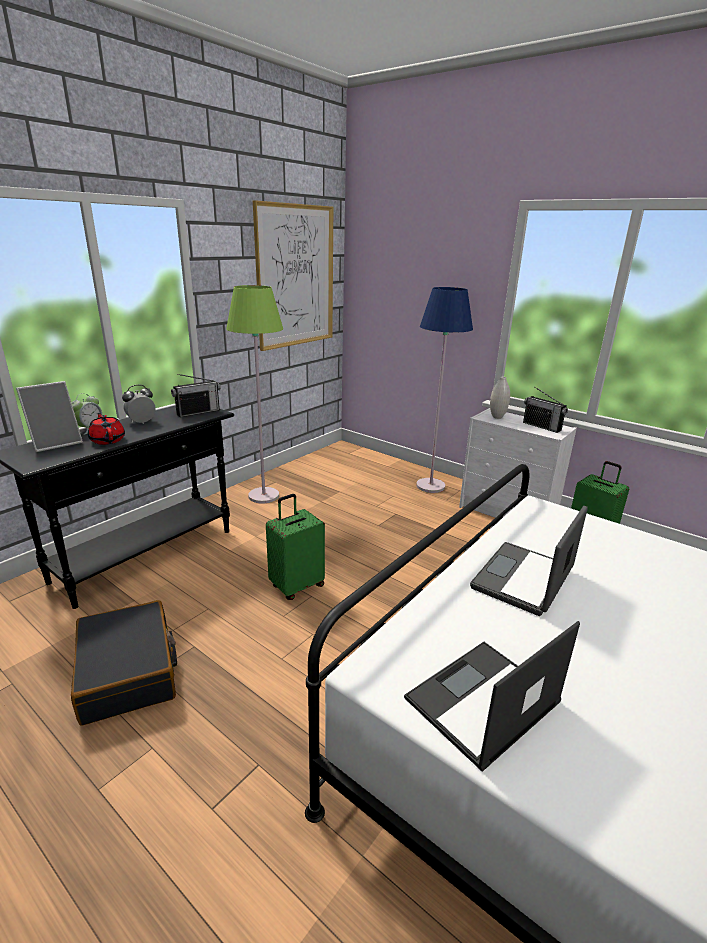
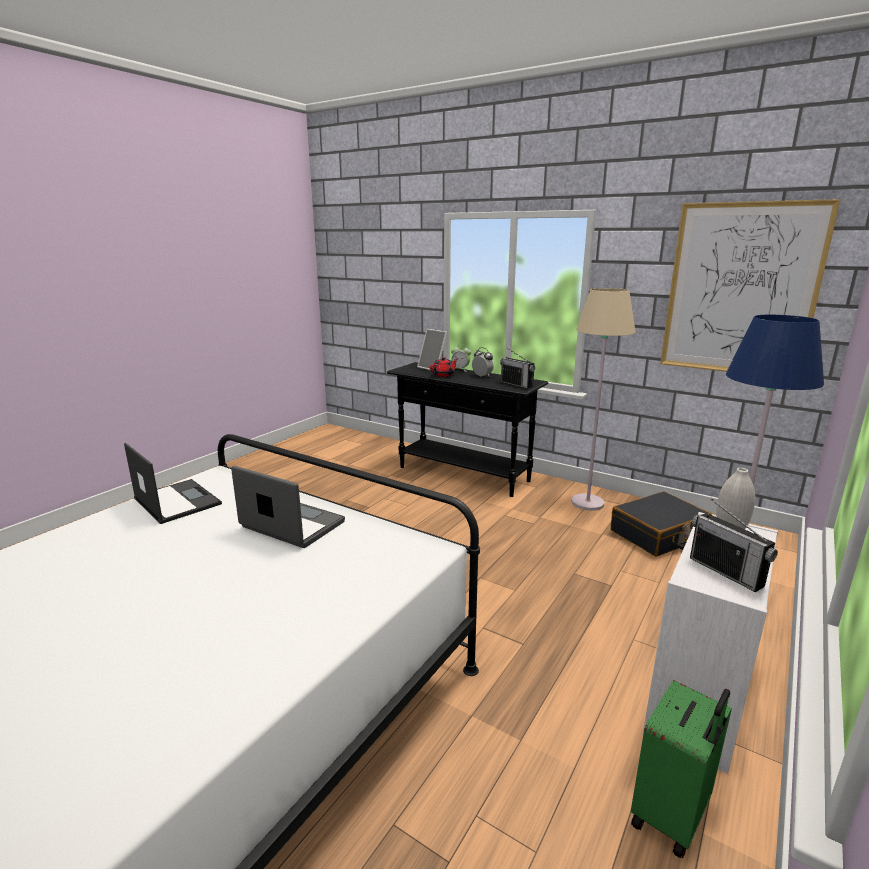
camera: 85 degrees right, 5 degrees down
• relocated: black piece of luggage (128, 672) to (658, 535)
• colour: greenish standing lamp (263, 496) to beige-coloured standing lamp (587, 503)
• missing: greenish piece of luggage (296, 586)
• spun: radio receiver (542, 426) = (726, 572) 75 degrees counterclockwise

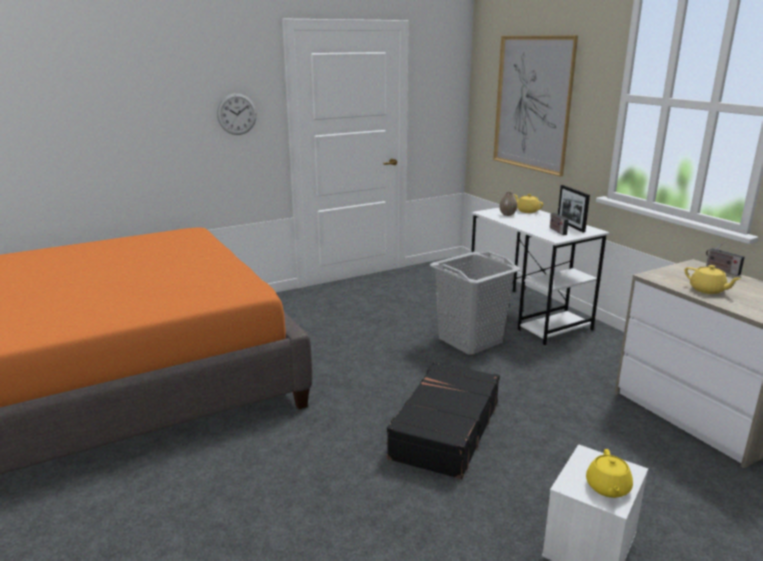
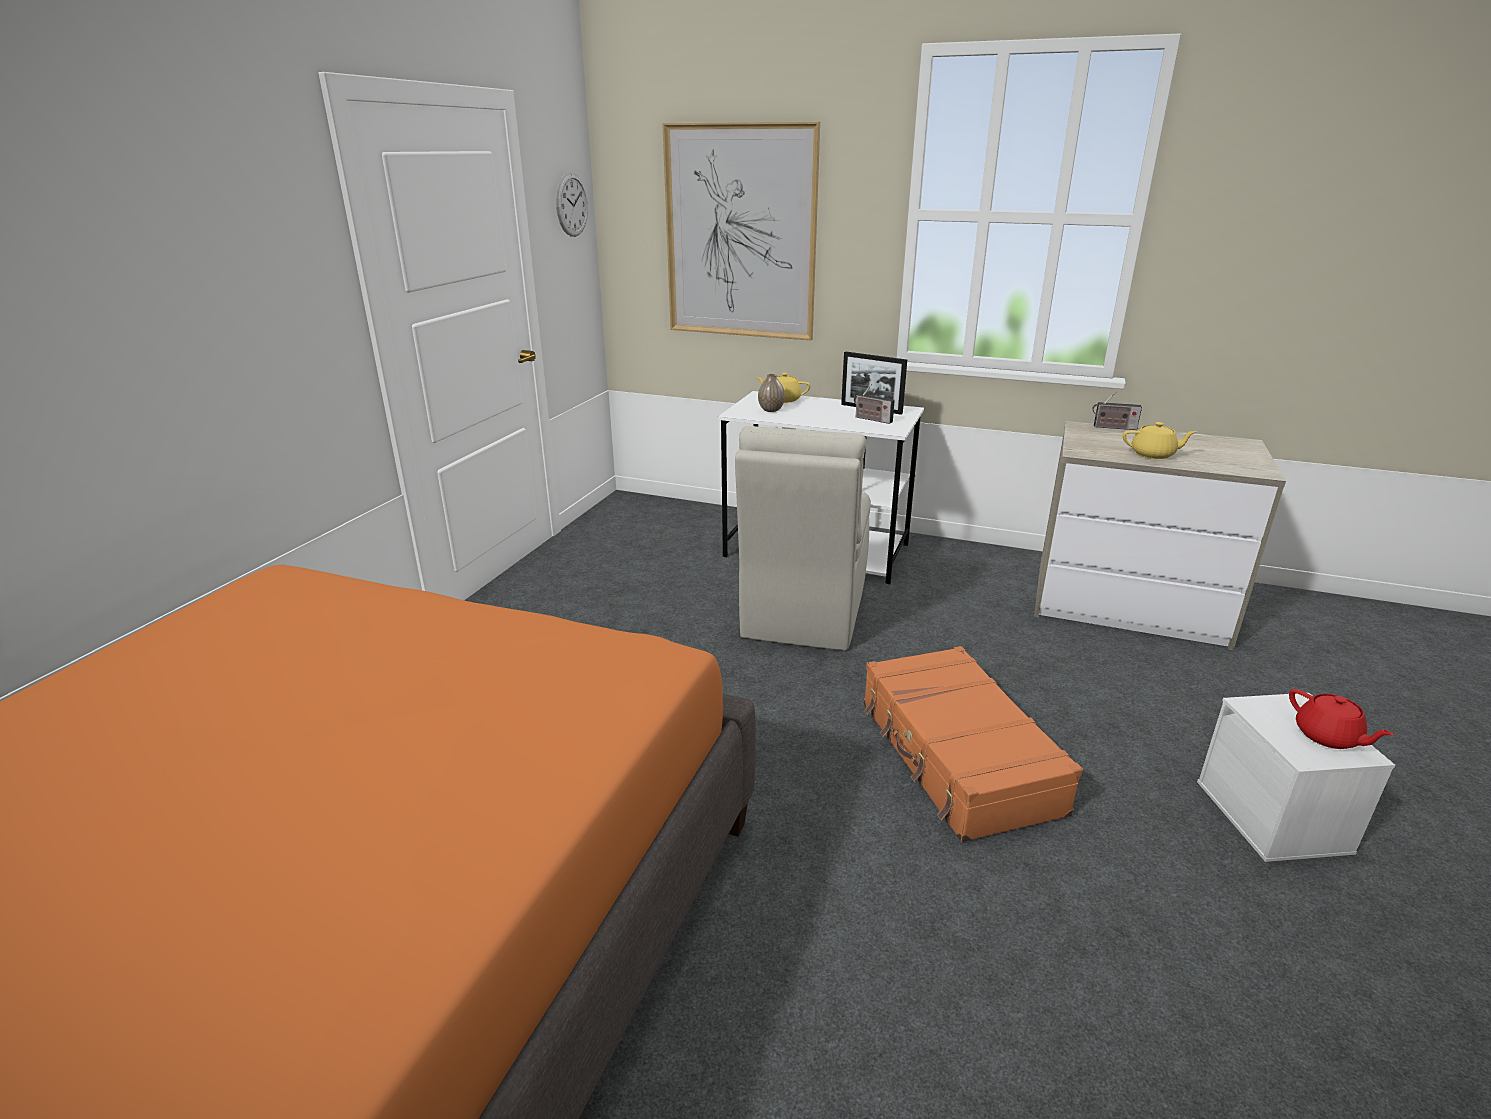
camera: 40 degrees left, 5 degrees up
• relocated: clock on the wall (237, 114) to (571, 205)
• colour: black piece of luggage (444, 430) to orange piece of luggage (956, 757)
• exchanged: greyish laundry basket (469, 340) to beige-coloured chair (803, 613)
• colour: yellow-coloured teapot (607, 488) to reddish teapot (1328, 737)

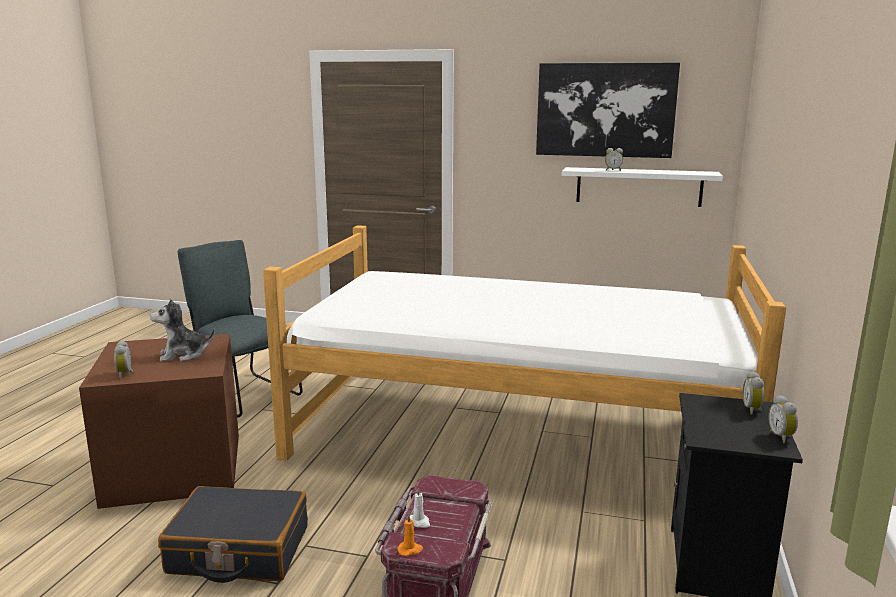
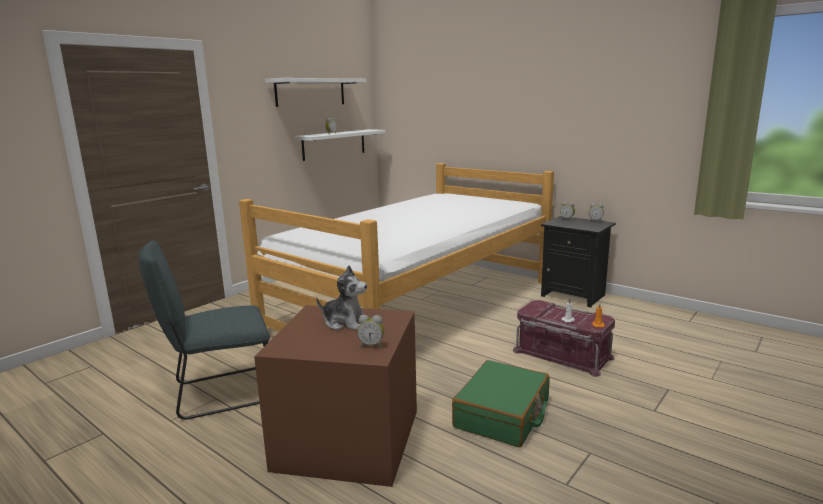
camera: 65 degrees left, 0 degrees up
• spun: cuddly toy (183, 355) = (345, 323) 75 degrees counterclockwise
• colour: black piece of luggage (238, 550) to greenish piece of luggage (502, 415)
• exchanged: picture (605, 110) to whitish shelf (310, 92)

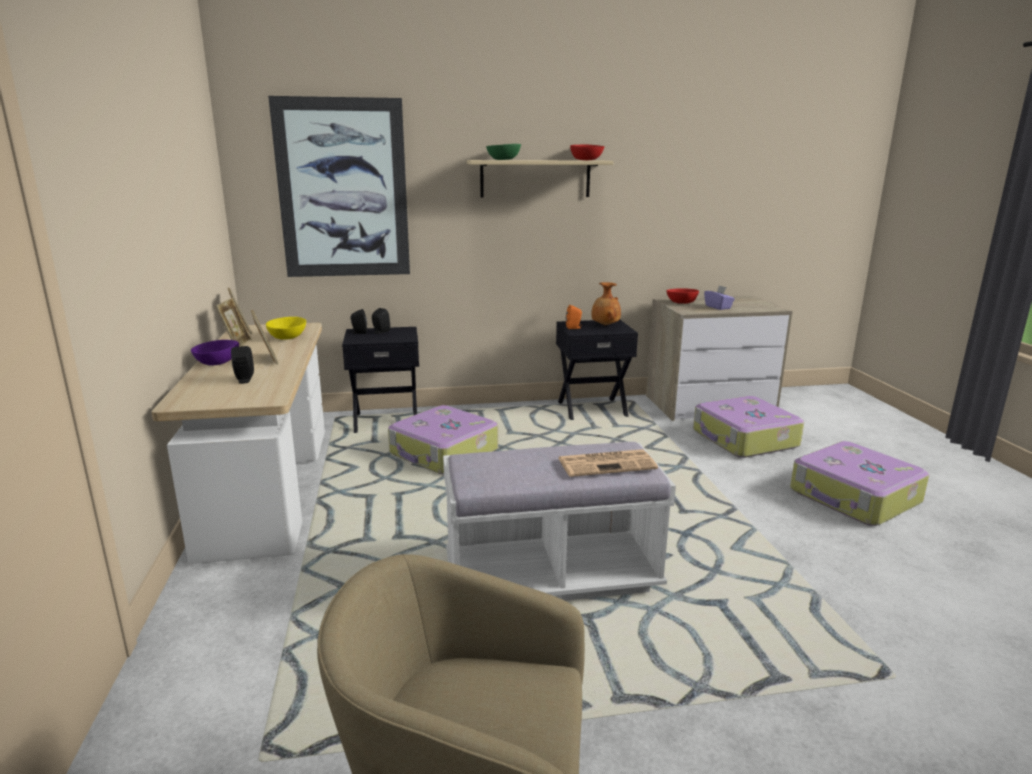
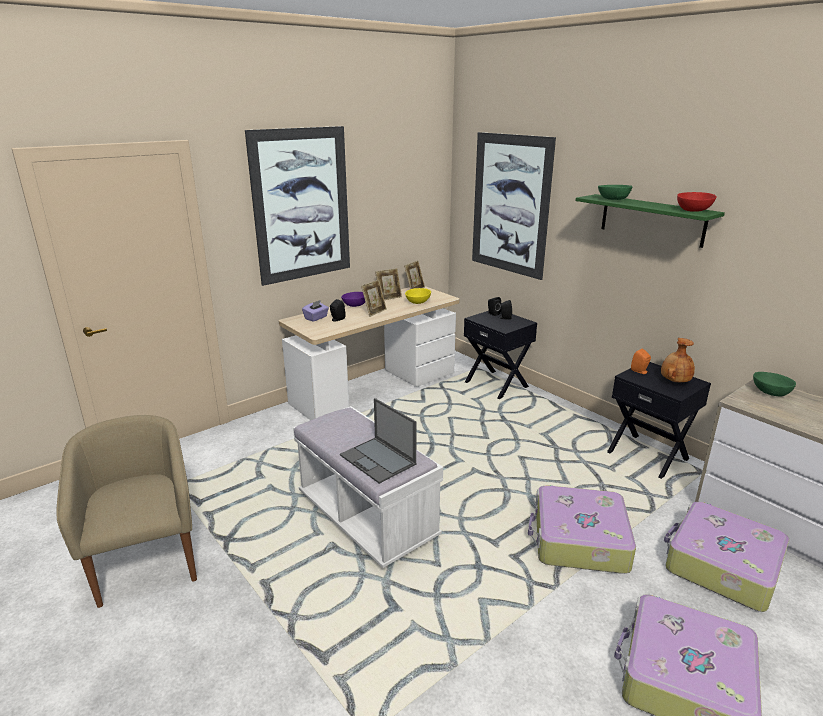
camera: 60 degrees right, 5 degrees up
• relocated: piece of luggage (443, 453) to (578, 540)
• colour: beige-coloured shelf (535, 178) to greenish shelf (652, 220)
• exchanged: newspaper (607, 463) to portable computer (378, 460)
• colour: reddish serving bowl (682, 303) to greenish serving bowl (771, 393)
• relocated: purplish box of tissues (718, 307) to (316, 318)
• appeared: picture (302, 205)

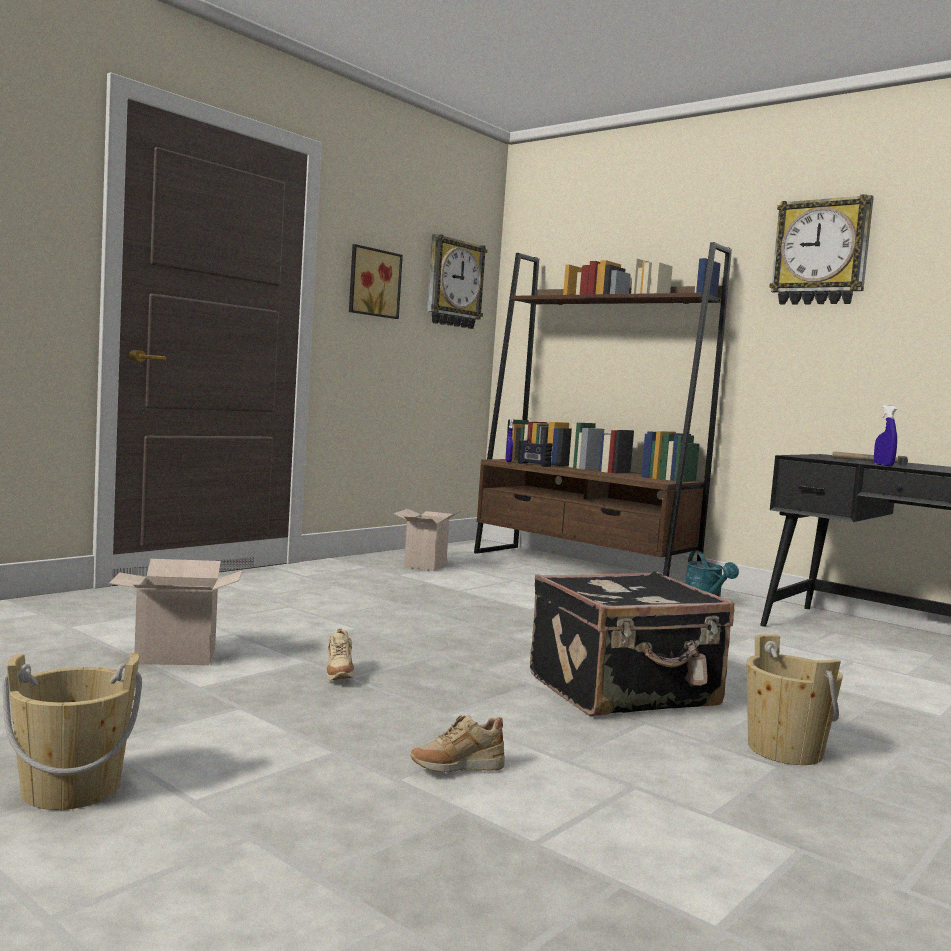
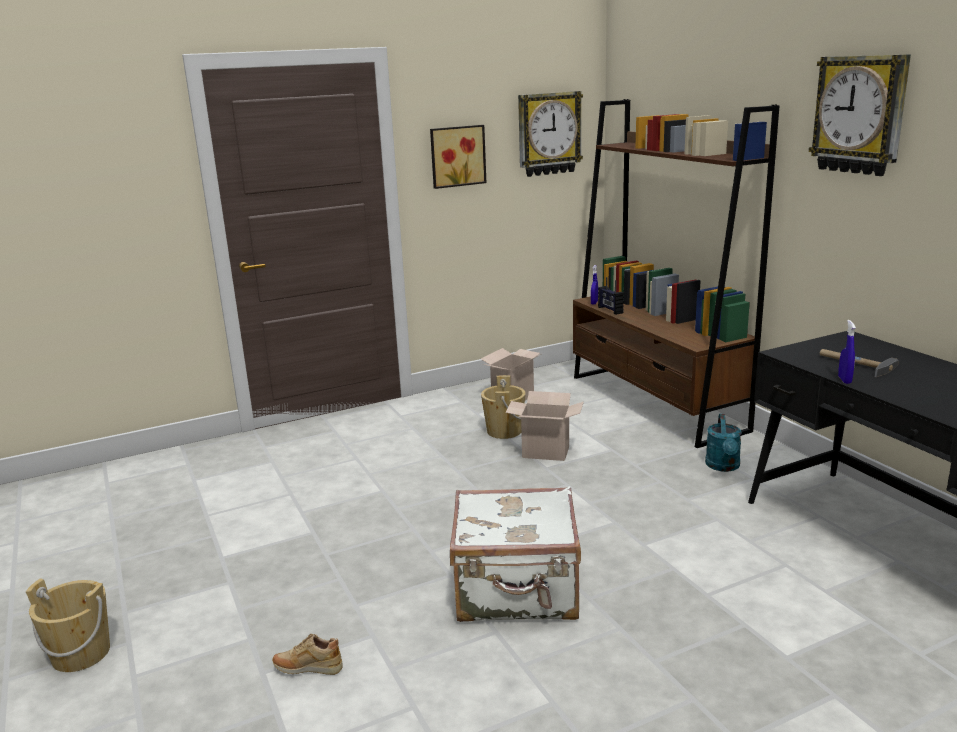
camera: 25 degrees right, 15 degrees up
• relocated: cardboard box (173, 657) to (544, 453)
• missing: beige-coloured shoe (339, 676)
• colour: black piece of luggage (625, 692) to whitish piece of luggage (517, 591)
• relocated: beige-coloured pail (785, 750) to (504, 431)

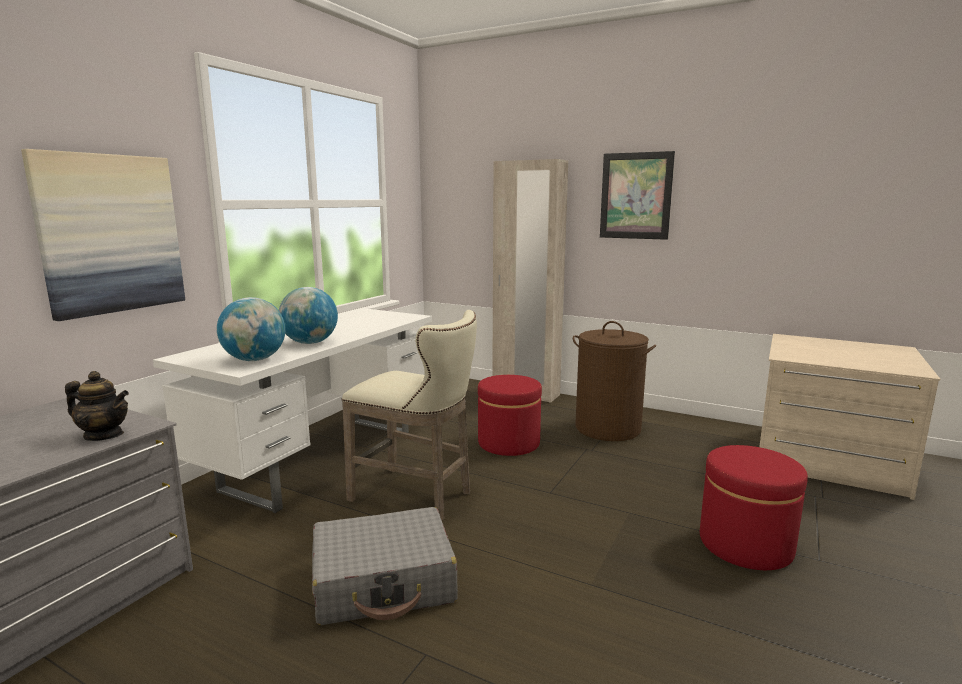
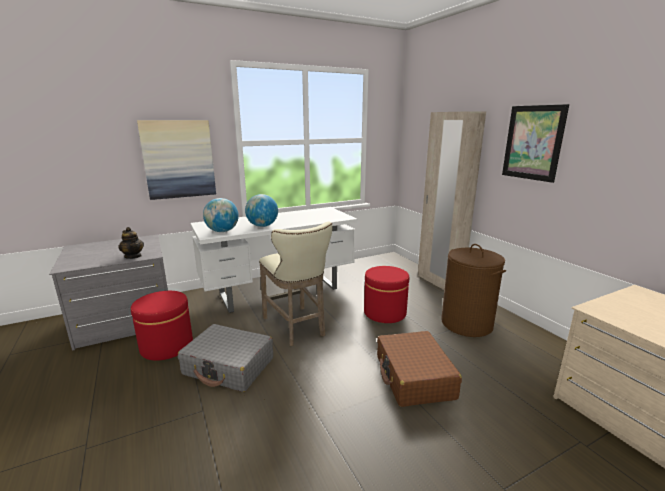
camera: 35 degrees right, 5 degrees up
• relocated: reddish pouffe (745, 544) to (167, 346)
• appeared: brown-coloured piece of luggage (414, 377)

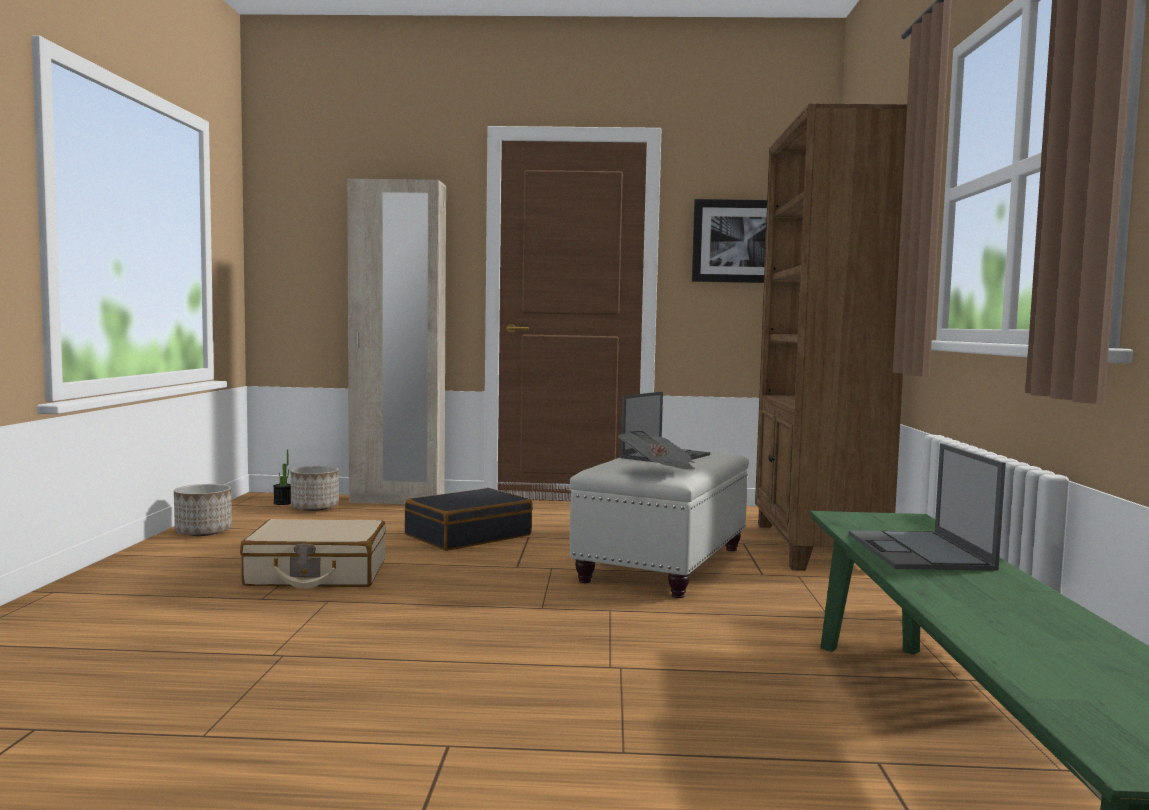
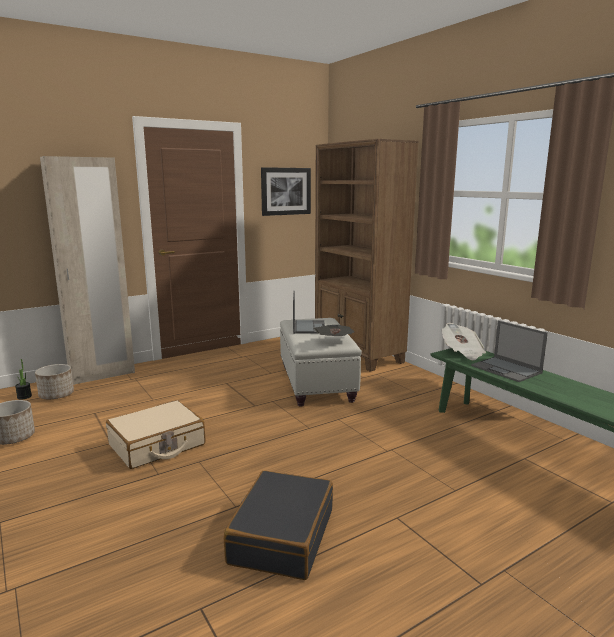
camera: 35 degrees left, 10 degrees up
• relocated: black piece of luggage (468, 535) to (281, 536)
• appeared: newspaper (462, 353)

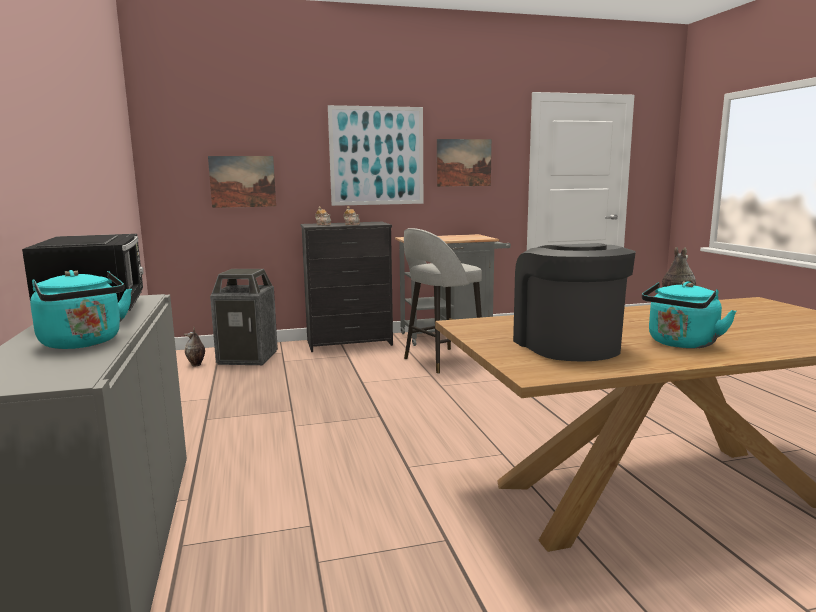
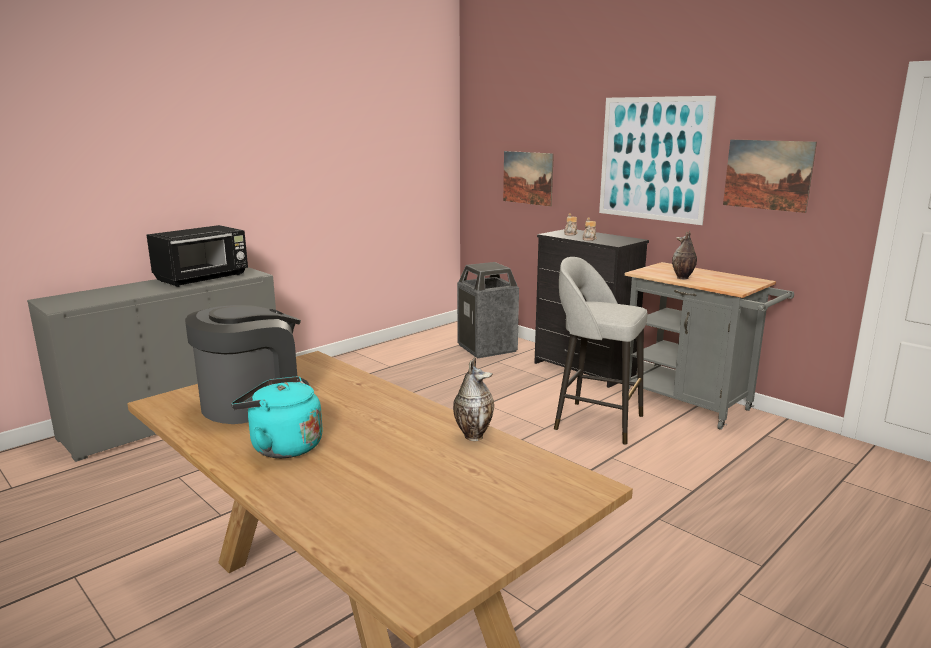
camera: 60 degrees right, 5 degrees up
• missing: blue-green water kettle (84, 343)
• relocated: decorative vase (196, 365) to (682, 278)

